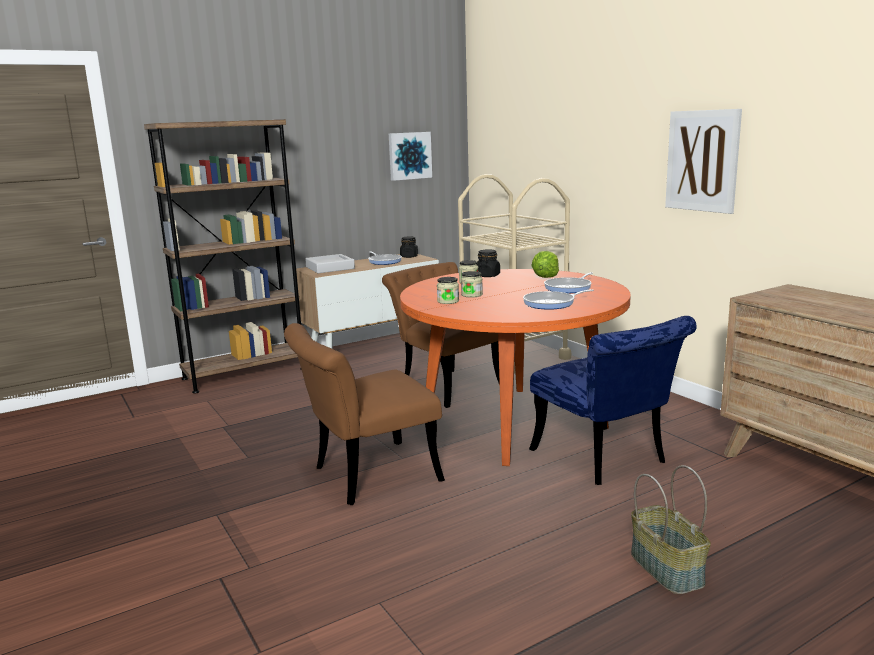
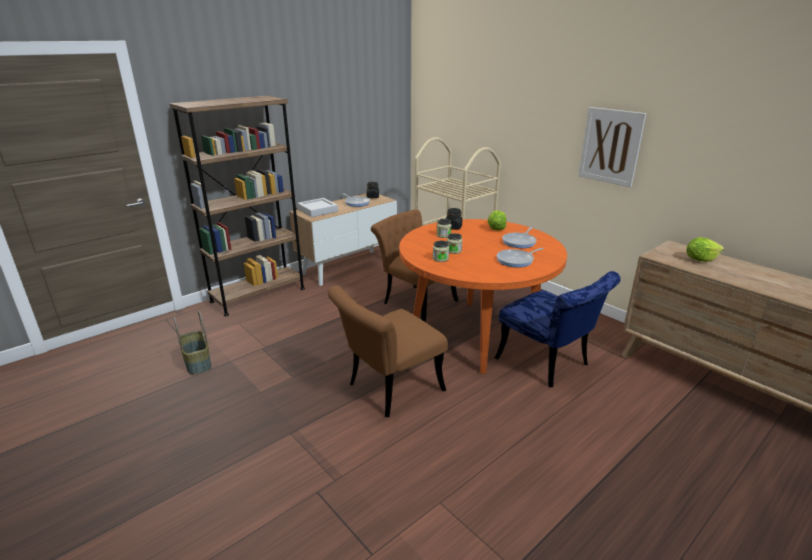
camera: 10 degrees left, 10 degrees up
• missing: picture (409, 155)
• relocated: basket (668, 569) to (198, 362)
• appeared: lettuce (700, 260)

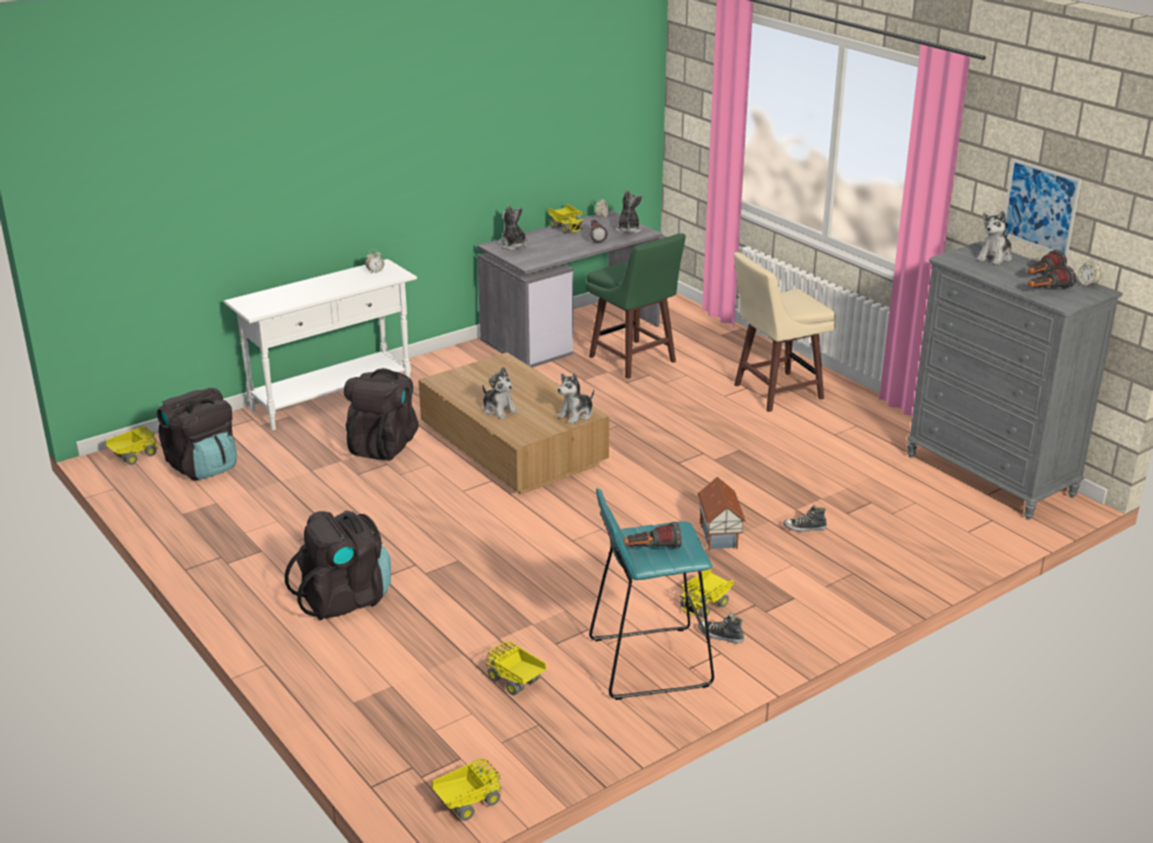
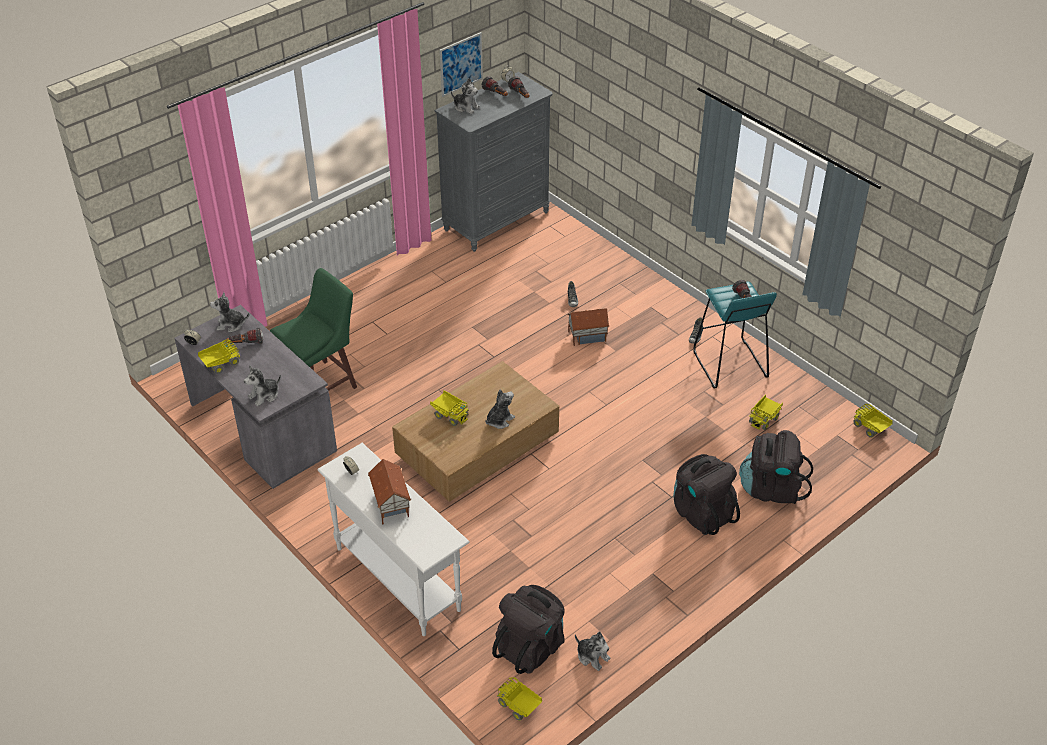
camera: 95 degrees left, 15 degrees up
• relocated: black knapsack (383, 445) to (771, 488)
• relocated: cuddly toy (576, 415) to (592, 656)
• relocated: toy truck (705, 604) to (450, 415)
• missing: beige-coloured stool seat (775, 392)
• appeared: toy house (390, 505)

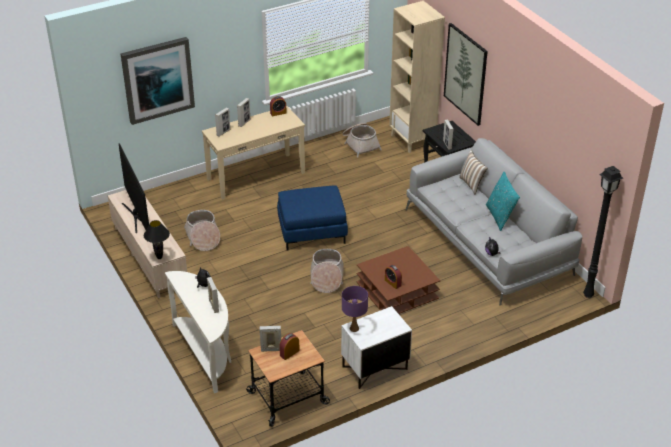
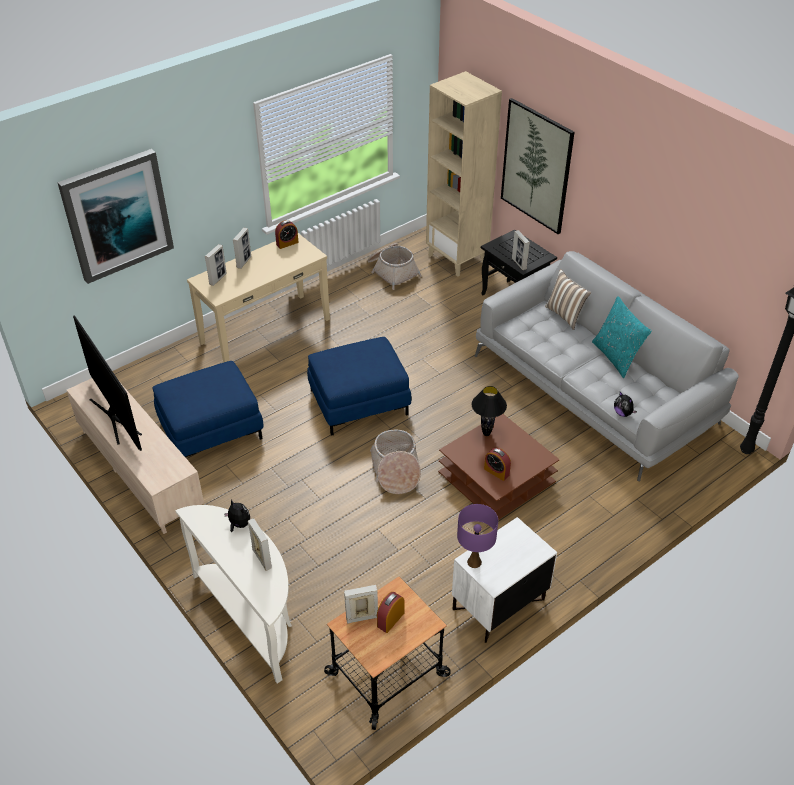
camera: 10 degrees left, 5 degrees up
• relocated: black table lamp (159, 257) to (486, 433)
• exchanged: basket (203, 237) to blue pouffe (211, 430)

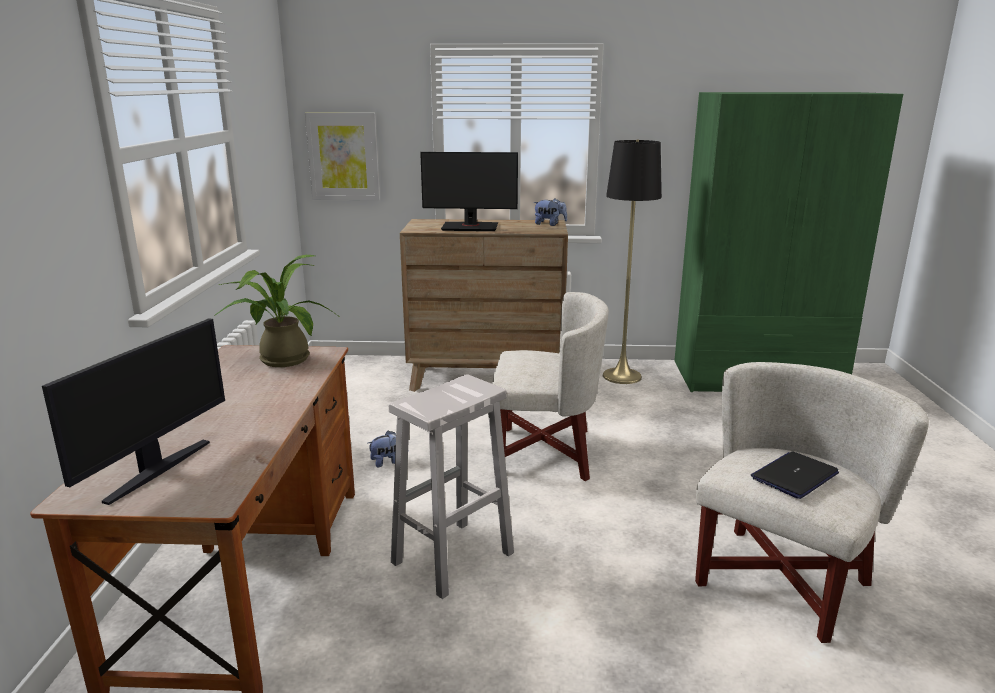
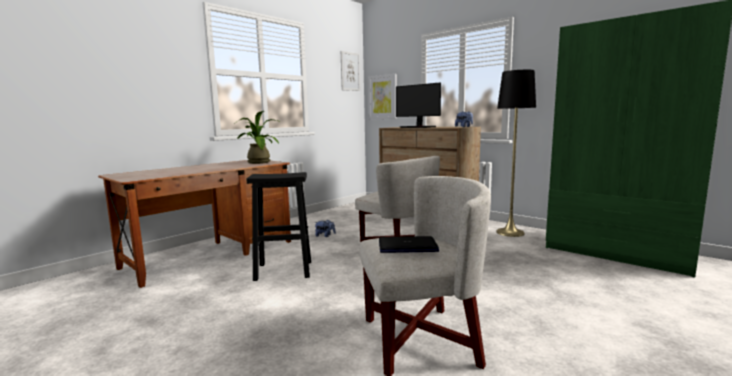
camera: 40 degrees right, 10 degrees down
• missing: monitor (156, 470)
• colour: whitish stool seat (451, 559) to black stool seat (282, 271)
• appeared: picture (350, 71)

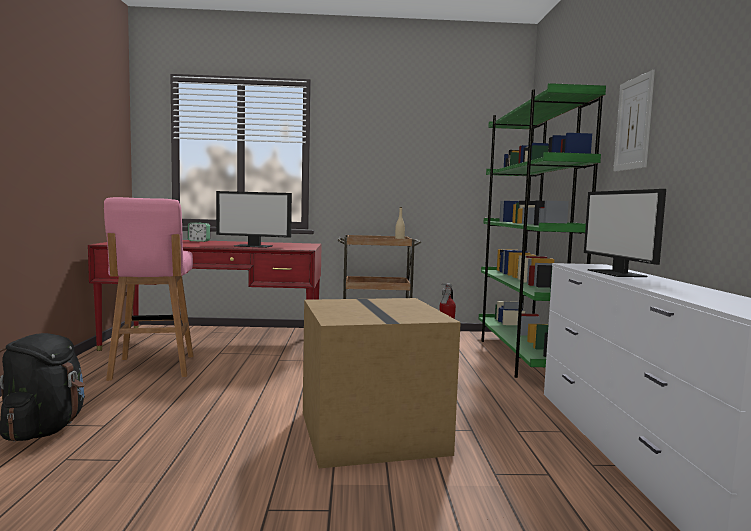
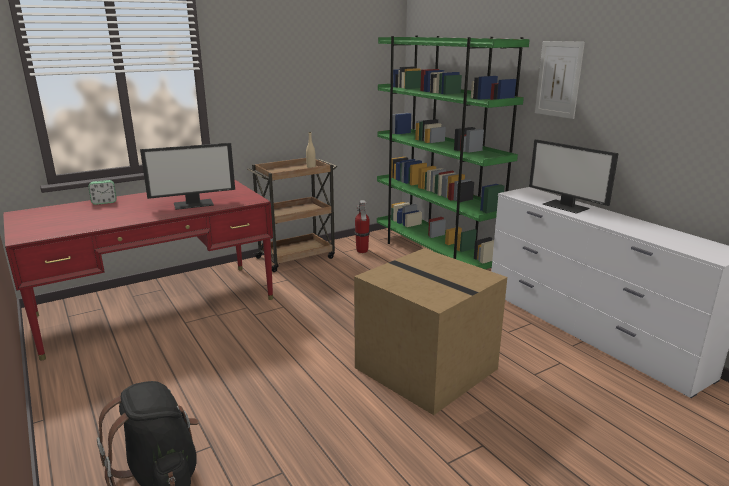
camera: 30 degrees left, 15 degrees up
• missing: pink stool seat (152, 368)

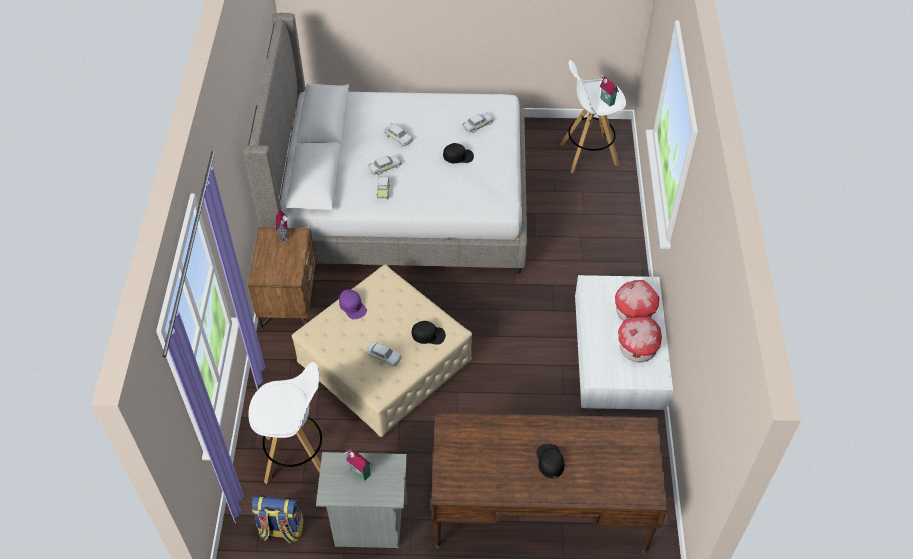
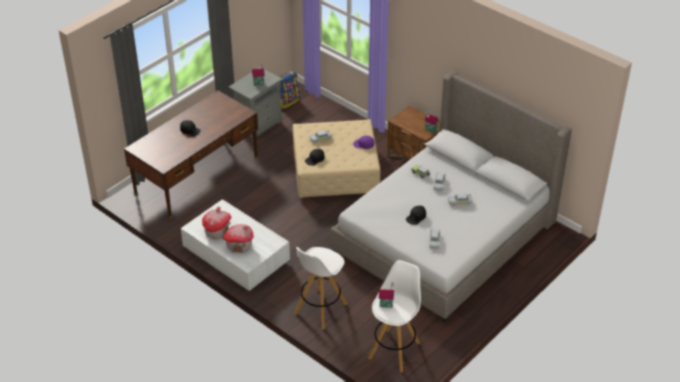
camera: 130 degrees right, 10 degrees down
• relocated: whitish stool seat (298, 457) to (320, 309)

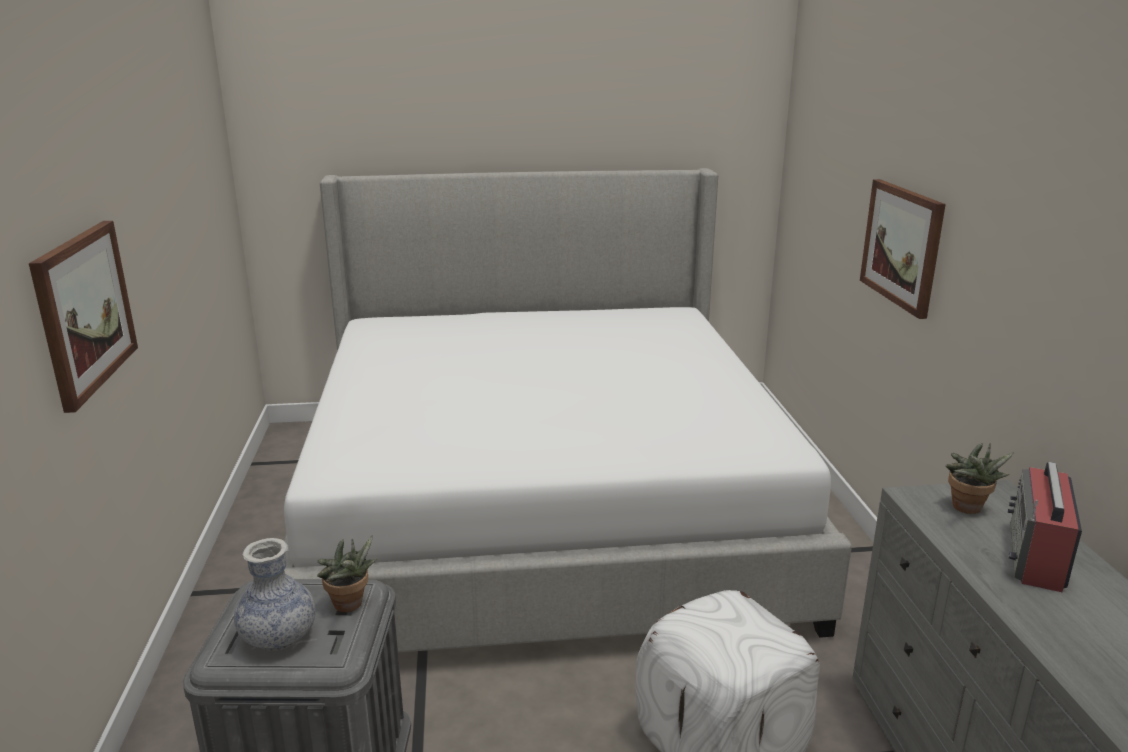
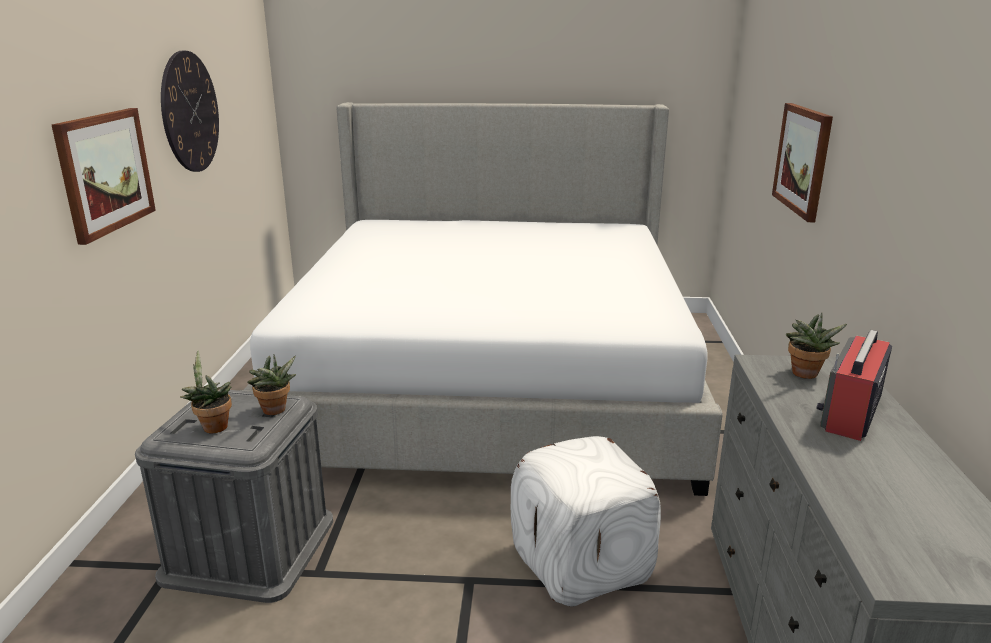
camera: 10 degrees right, 0 degrees up
• exchanged: decorative vase (278, 637) to plant in a pot (213, 426)
• appeared: clock on the wall (190, 112)

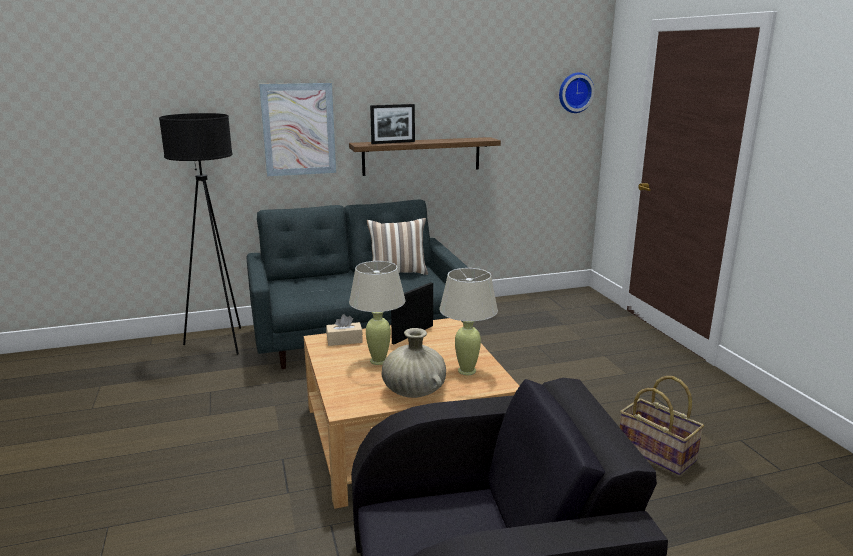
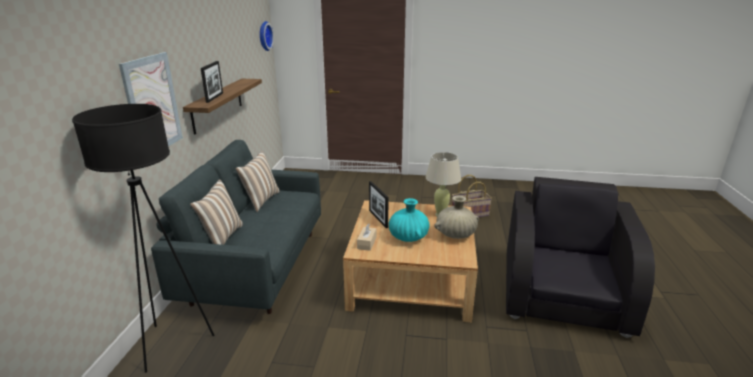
camera: 65 degrees left, 5 degrees up
• exchanged: beige-coloured table lamp (379, 361) to blue-green decorative vase (408, 237)
• appeared: cushion (221, 237)

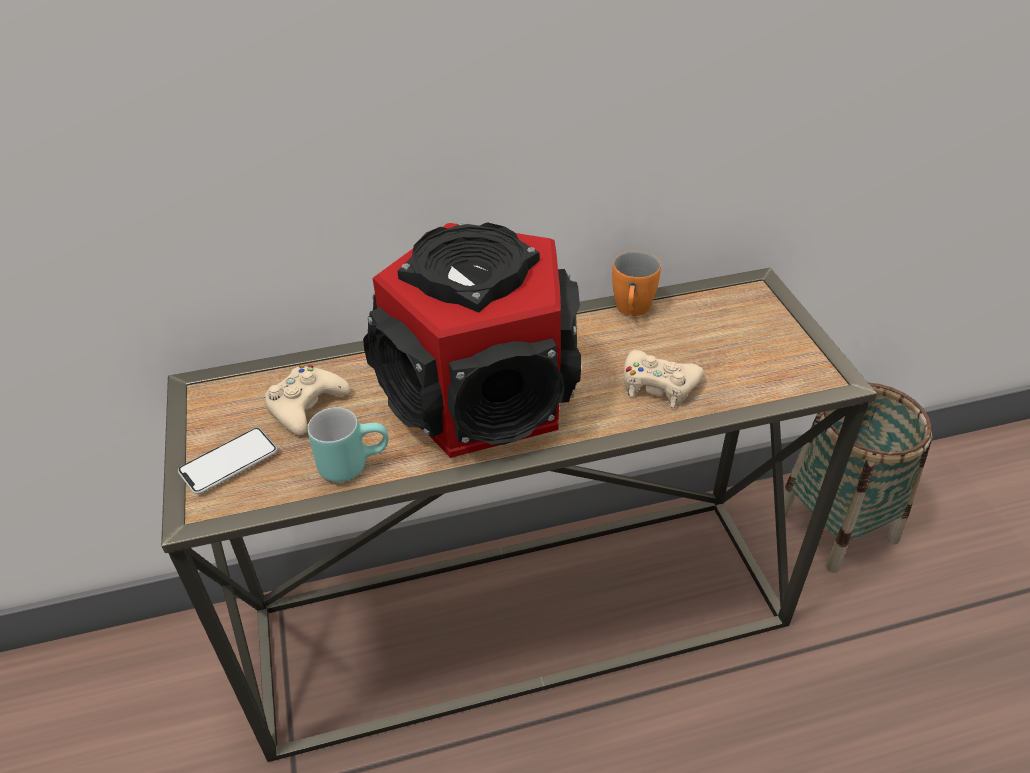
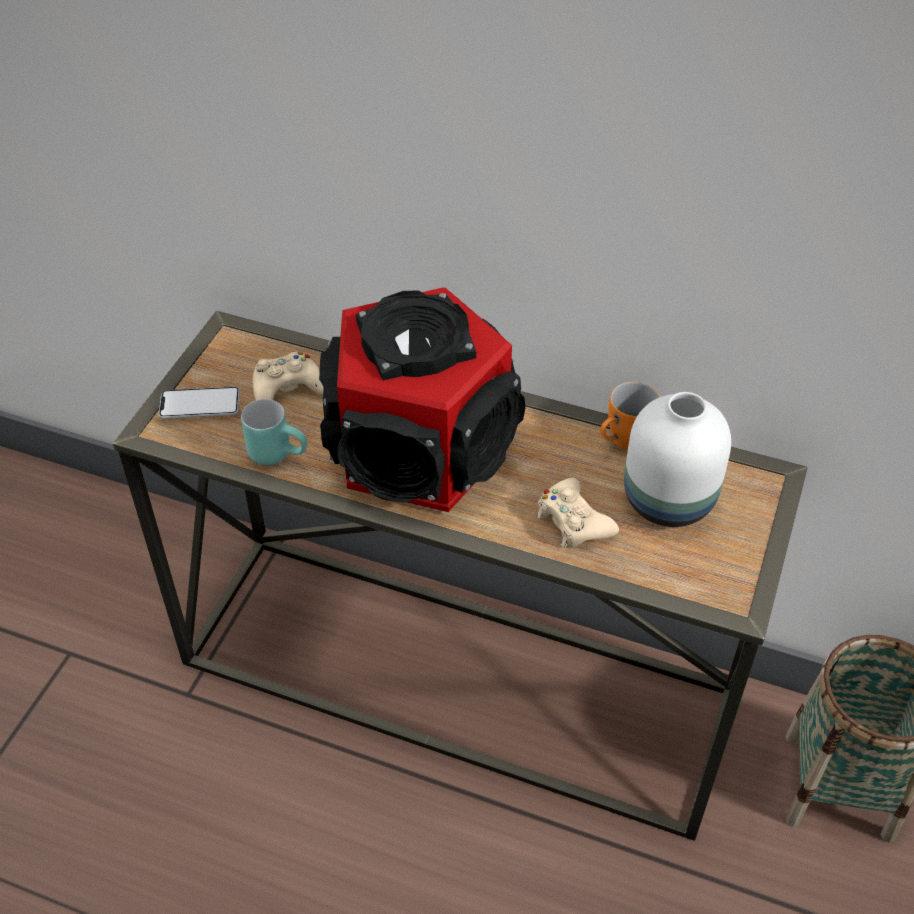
camera: 35 degrees right, 5 degrees up
• appeared: whitish decorative vase (671, 500)

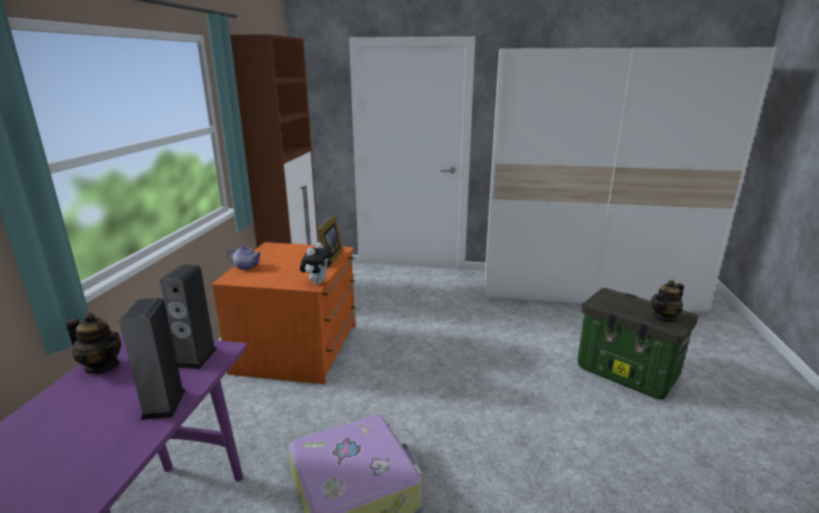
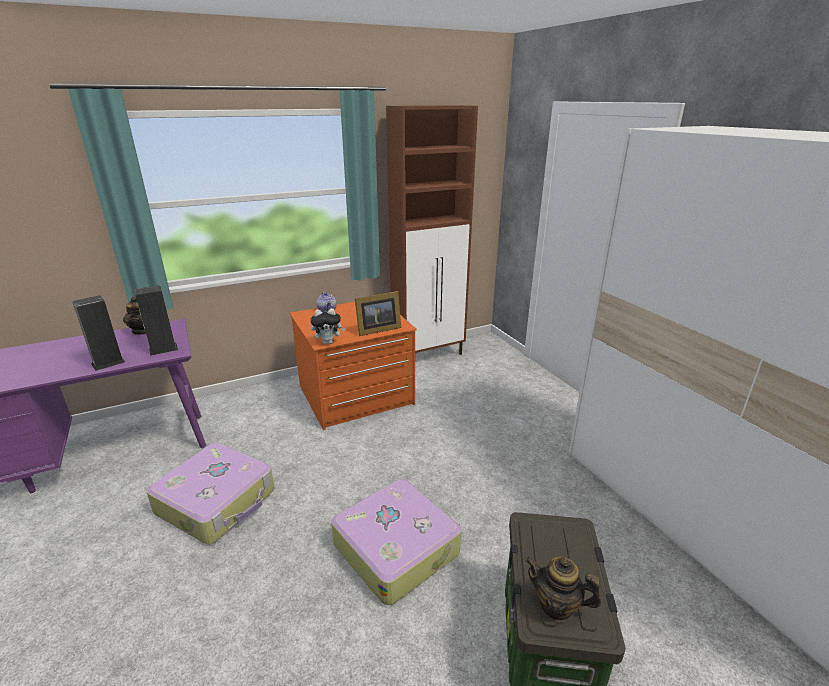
camera: 55 degrees right, 5 degrees up
• appeared: piece of luggage (397, 547)

